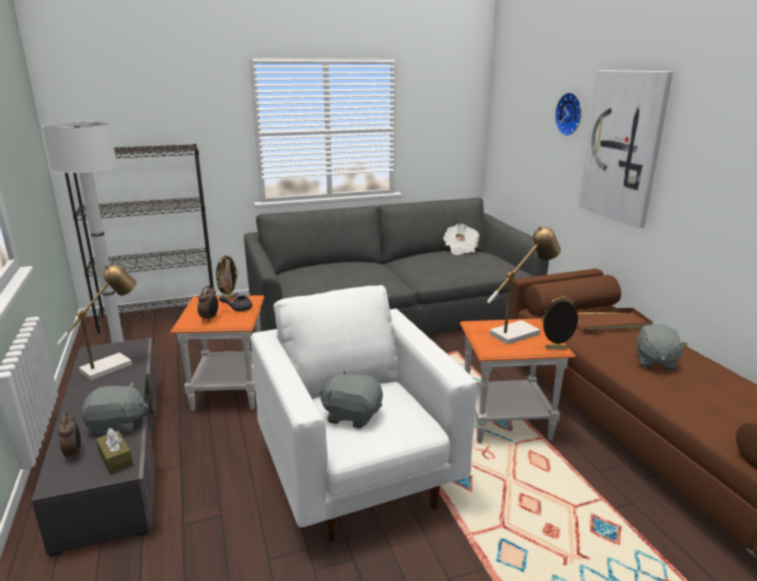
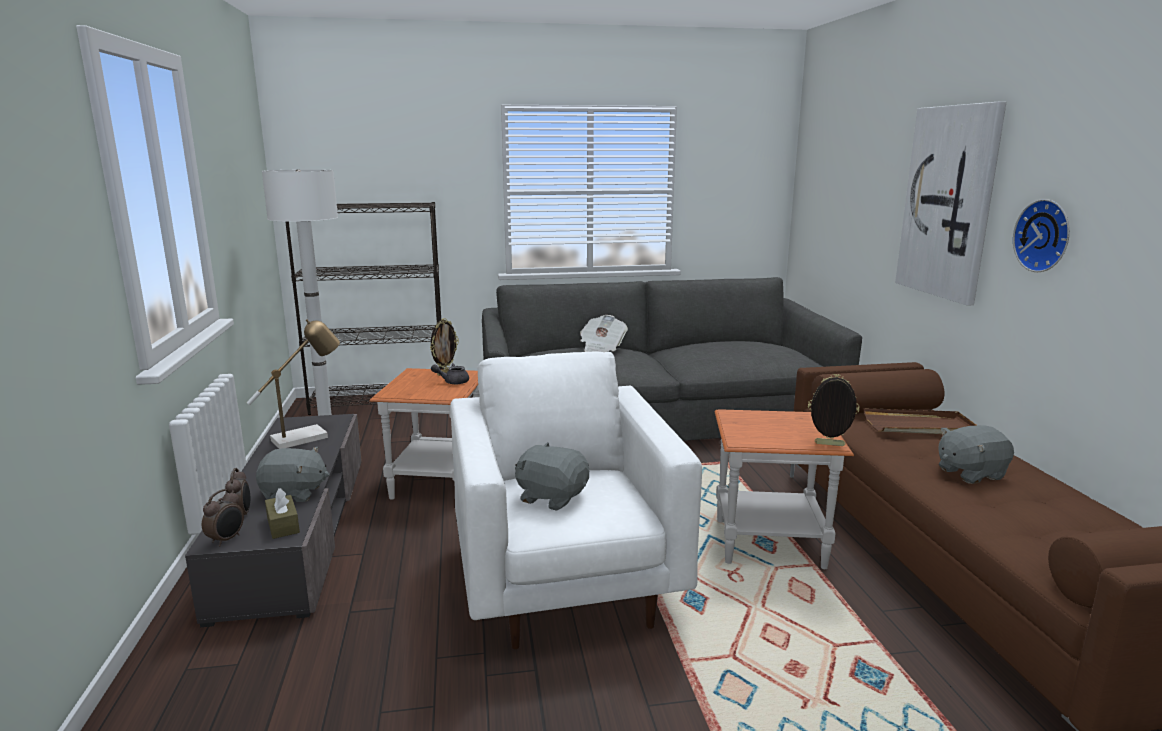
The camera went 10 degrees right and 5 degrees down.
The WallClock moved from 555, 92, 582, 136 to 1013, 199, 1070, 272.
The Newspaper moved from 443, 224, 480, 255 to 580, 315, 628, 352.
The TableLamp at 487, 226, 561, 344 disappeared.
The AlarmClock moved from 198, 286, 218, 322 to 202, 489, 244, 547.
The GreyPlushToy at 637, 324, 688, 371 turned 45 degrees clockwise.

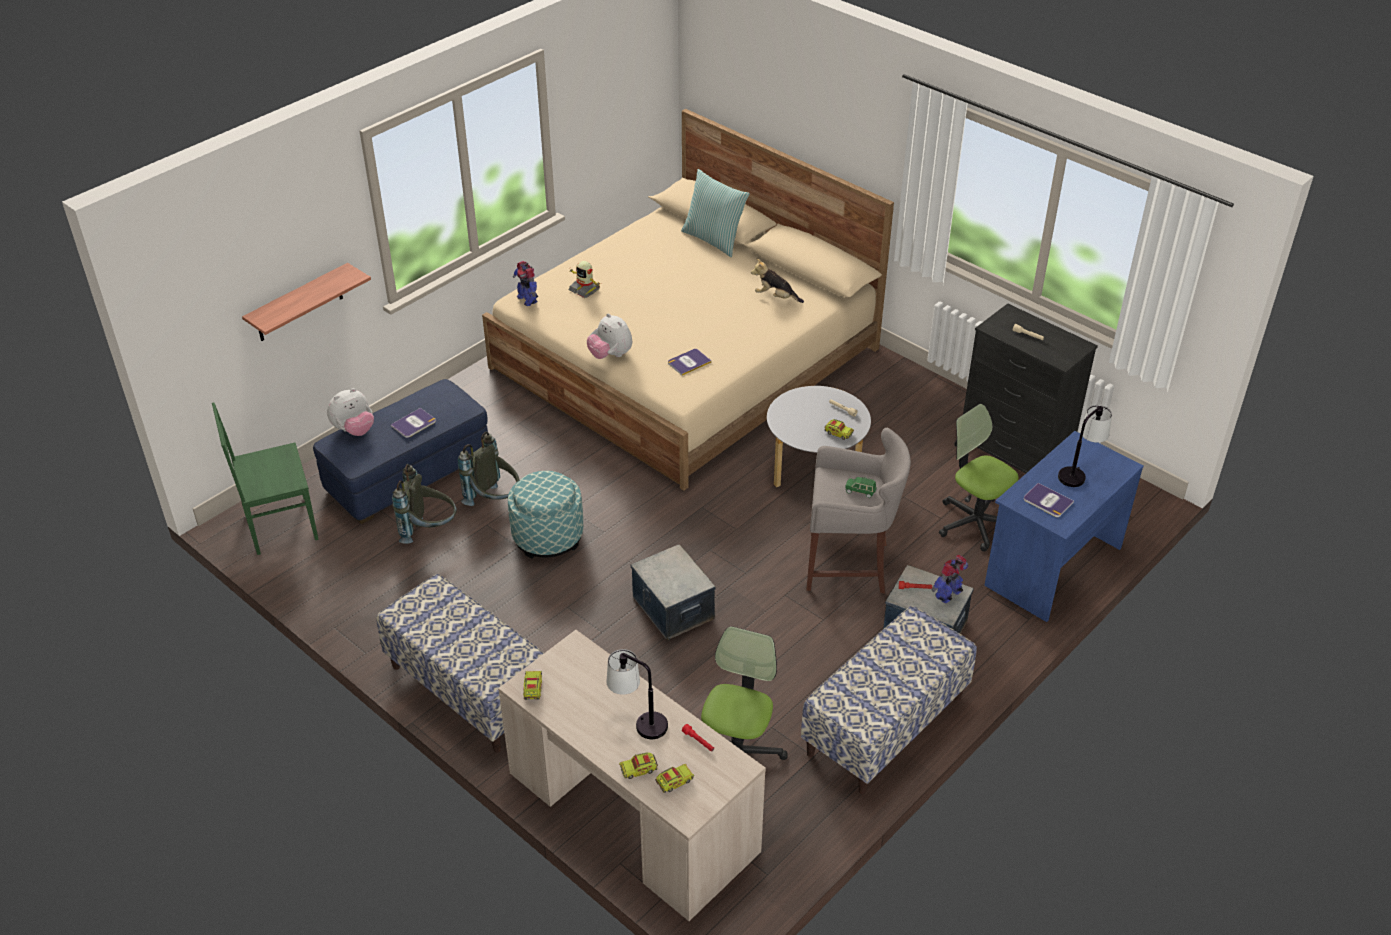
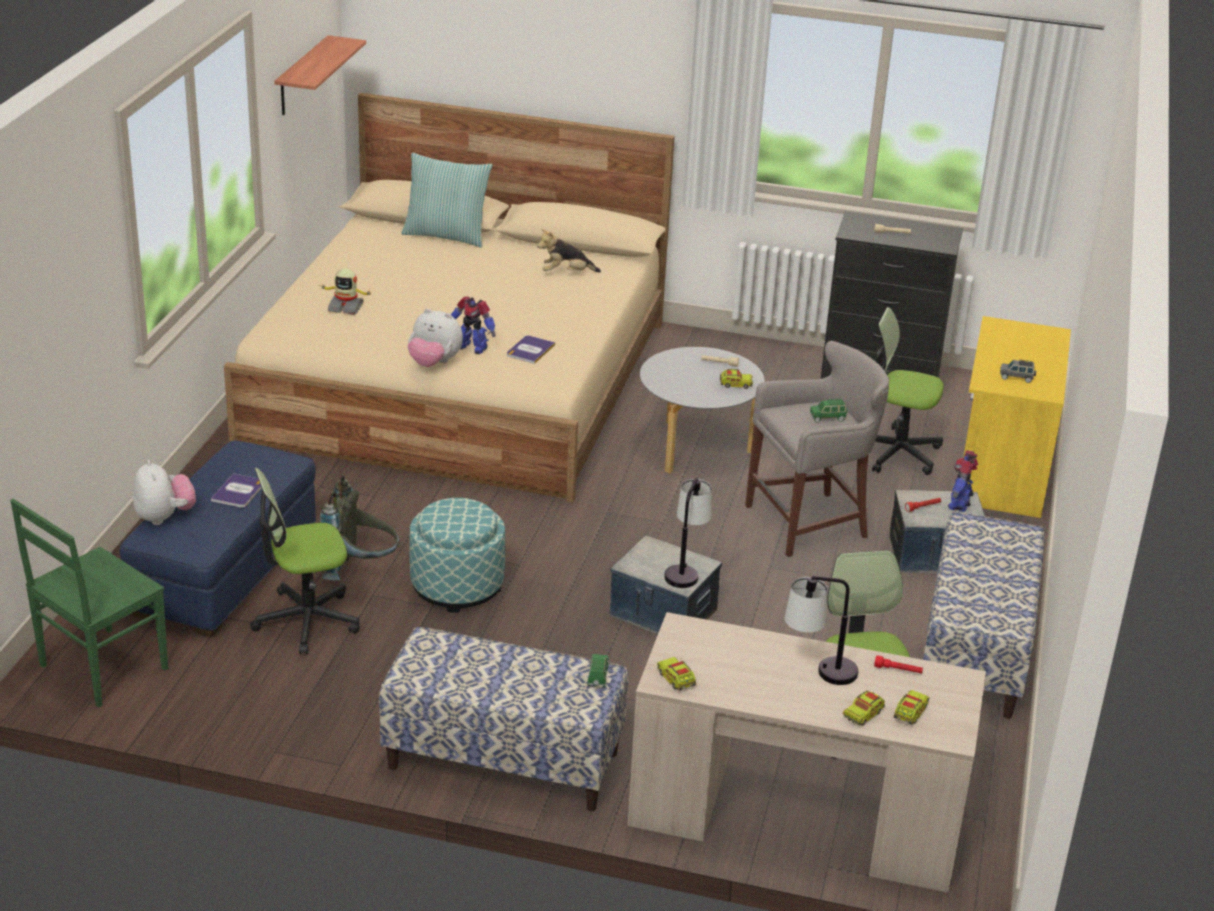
The camera went 30 degrees left and 10 degrees down.
The ToyRobot moved from 513, 261, 538, 306 to 451, 296, 496, 354.
The Shelf moved from 242, 263, 371, 341 to 274, 35, 366, 115.
The PlushToy at 327, 388, 374, 436 turned 45 degrees counterclockwise.
The TableLamp moved from 1058, 405, 1112, 487 to 664, 478, 712, 588.
The BlueDesk at 984, 431, 1144, 622 became the YellowDesk at 963, 316, 1071, 518.
The GreyBackpack at 392, 464, 457, 544 was replaced by the OfficeChair at 250, 468, 360, 654.
The Book at 1024, 483, 1074, 517 was replaced by the GreyToyCar at 1000, 359, 1036, 383.
The GreenToyCar at 587, 654, 609, 687 appeared.

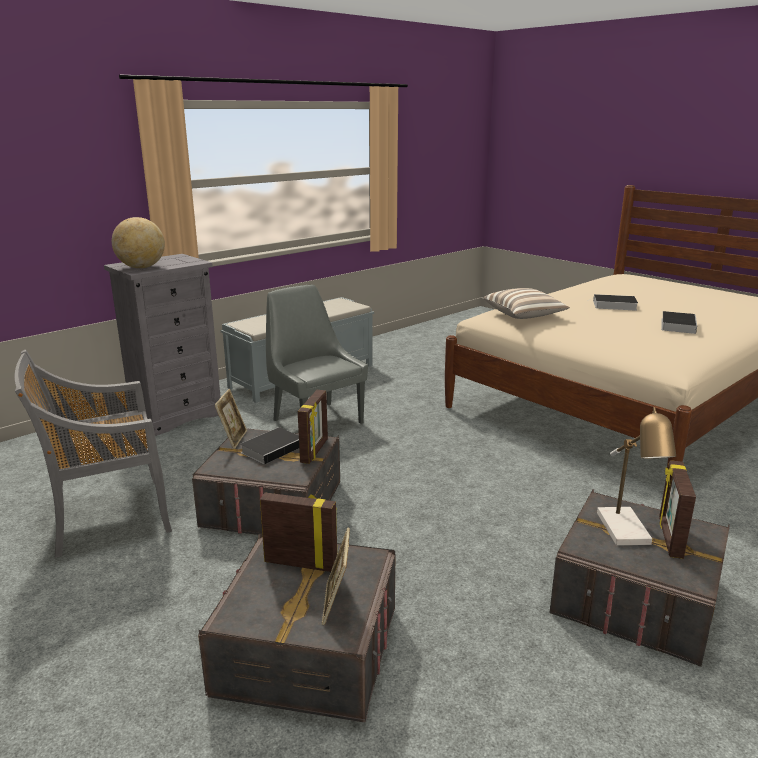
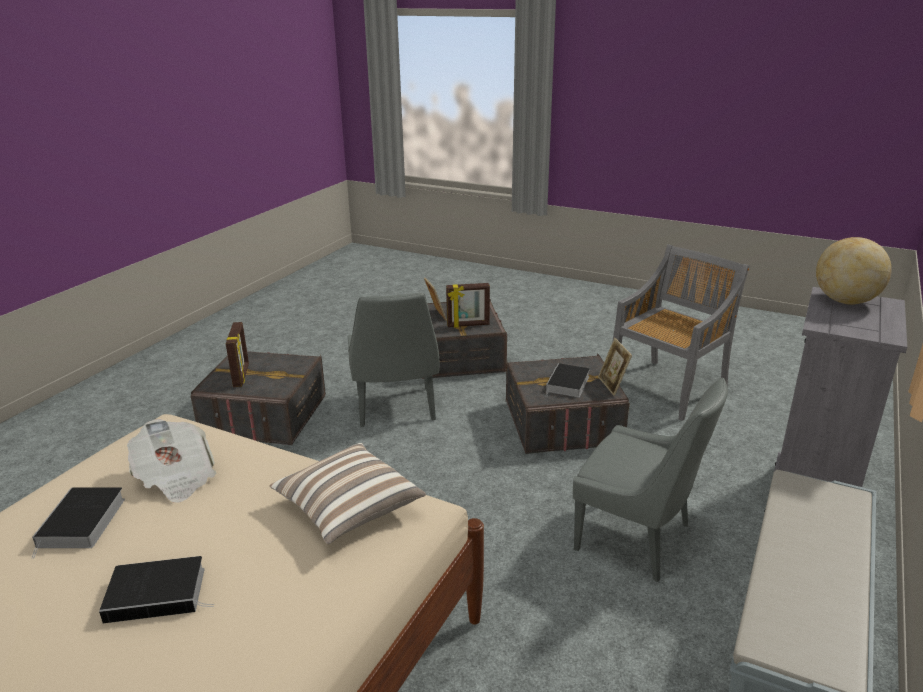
The camera went 160 degrees right and 5 degrees up.
The PictureFrame at 298, 390, 328, 464 disappeared.
The TableLamp at 597, 407, 676, 545 disappeared.
The GreyChair at 348, 293, 440, 427 appeared.
The Newspaper at 127, 419, 217, 503 appeared.

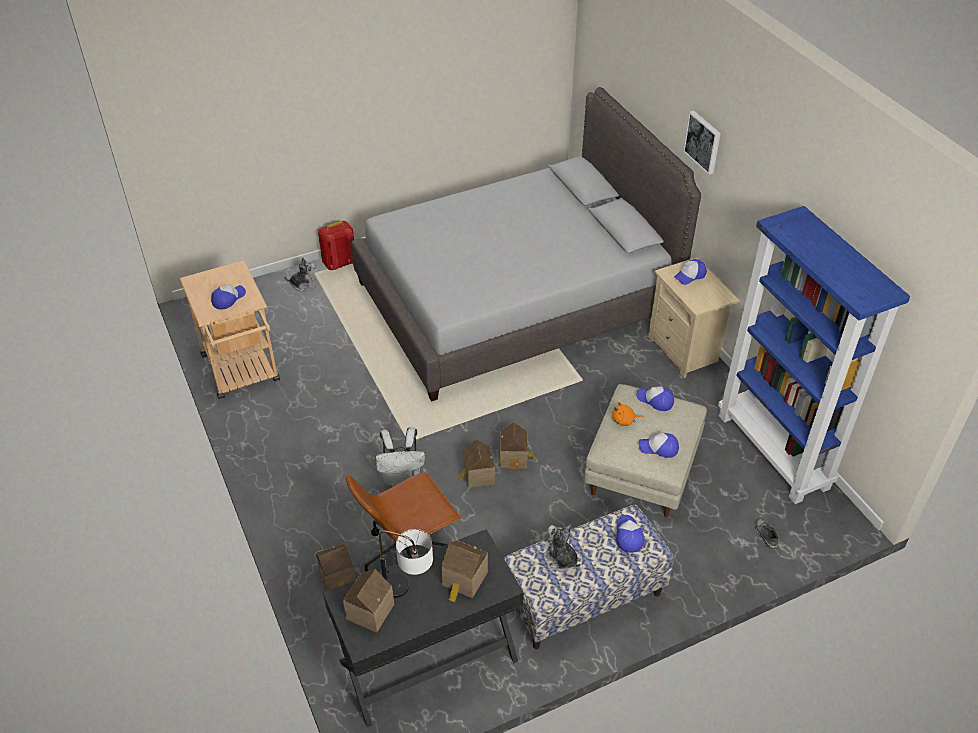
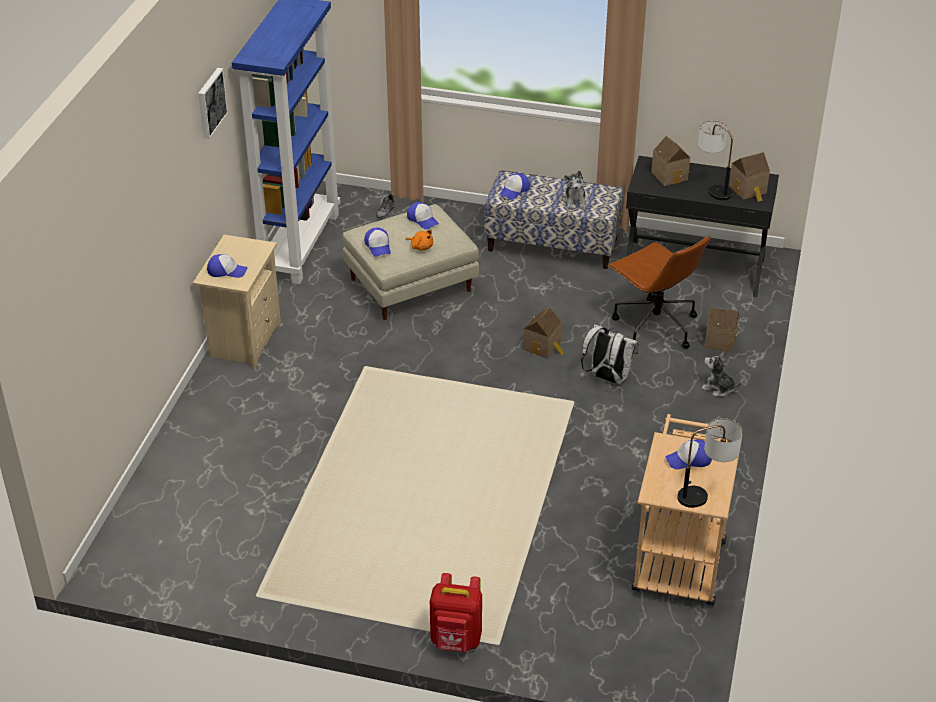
The camera went 140 degrees left and 5 degrees down.
The GreyBed at 351, 87, 701, 402 disappeared.
The Picture moved from 683, 111, 721, 175 to 198, 68, 228, 139.
The PlushToy moved from 284, 257, 316, 291 to 701, 351, 741, 397.
The ToyHouse at 500, 422, 536, 469 disappeared.
The BrownOfficeChair at 346, 472, 461, 572 turned 45 degrees clockwise.
The TableLamp at 677, 418, 743, 508 appeared.

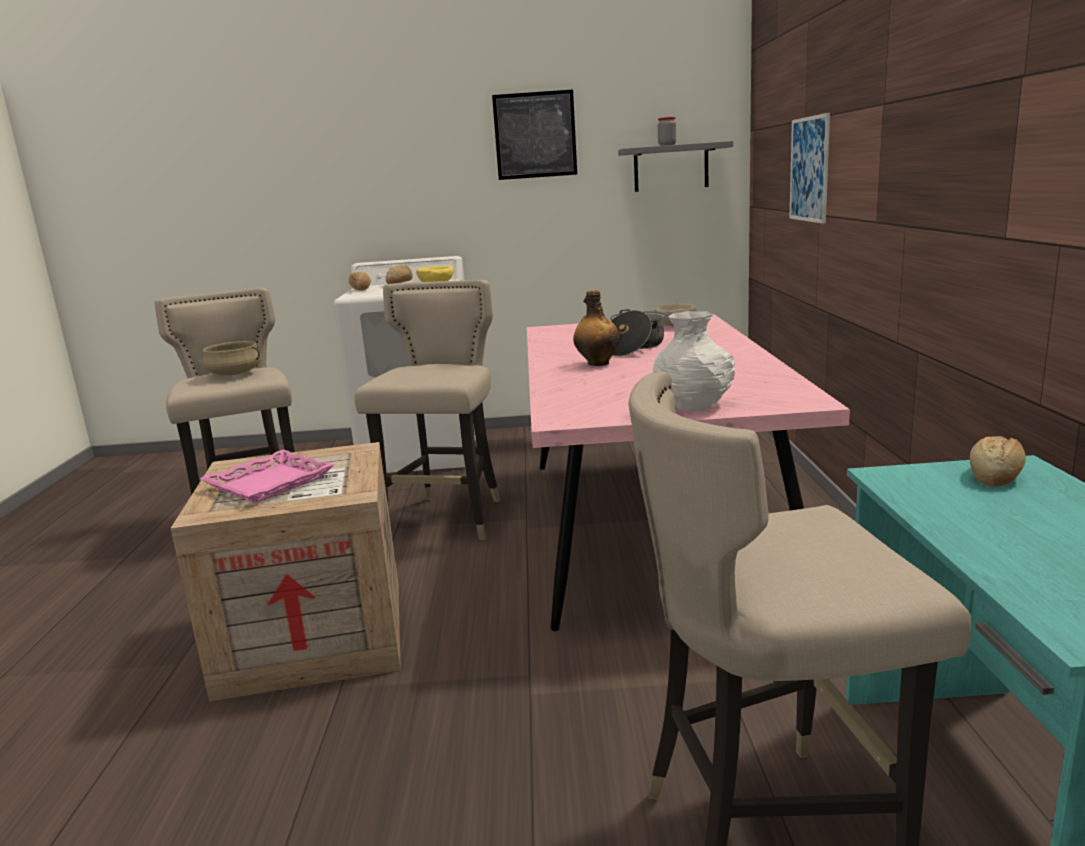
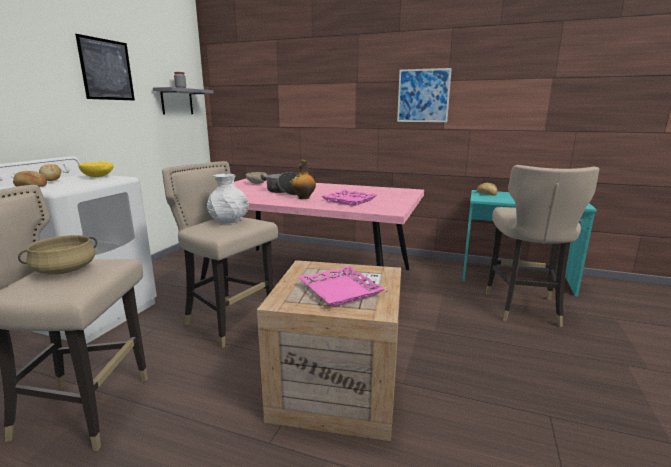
The camera went 70 degrees left and 0 degrees up.
The Picture moved from 789, 113, 830, 224 to 397, 68, 452, 122.
The WhiteVase moved from 653, 311, 735, 411 to 207, 173, 249, 224.
The PinkTray at 321, 190, 377, 206 appeared.

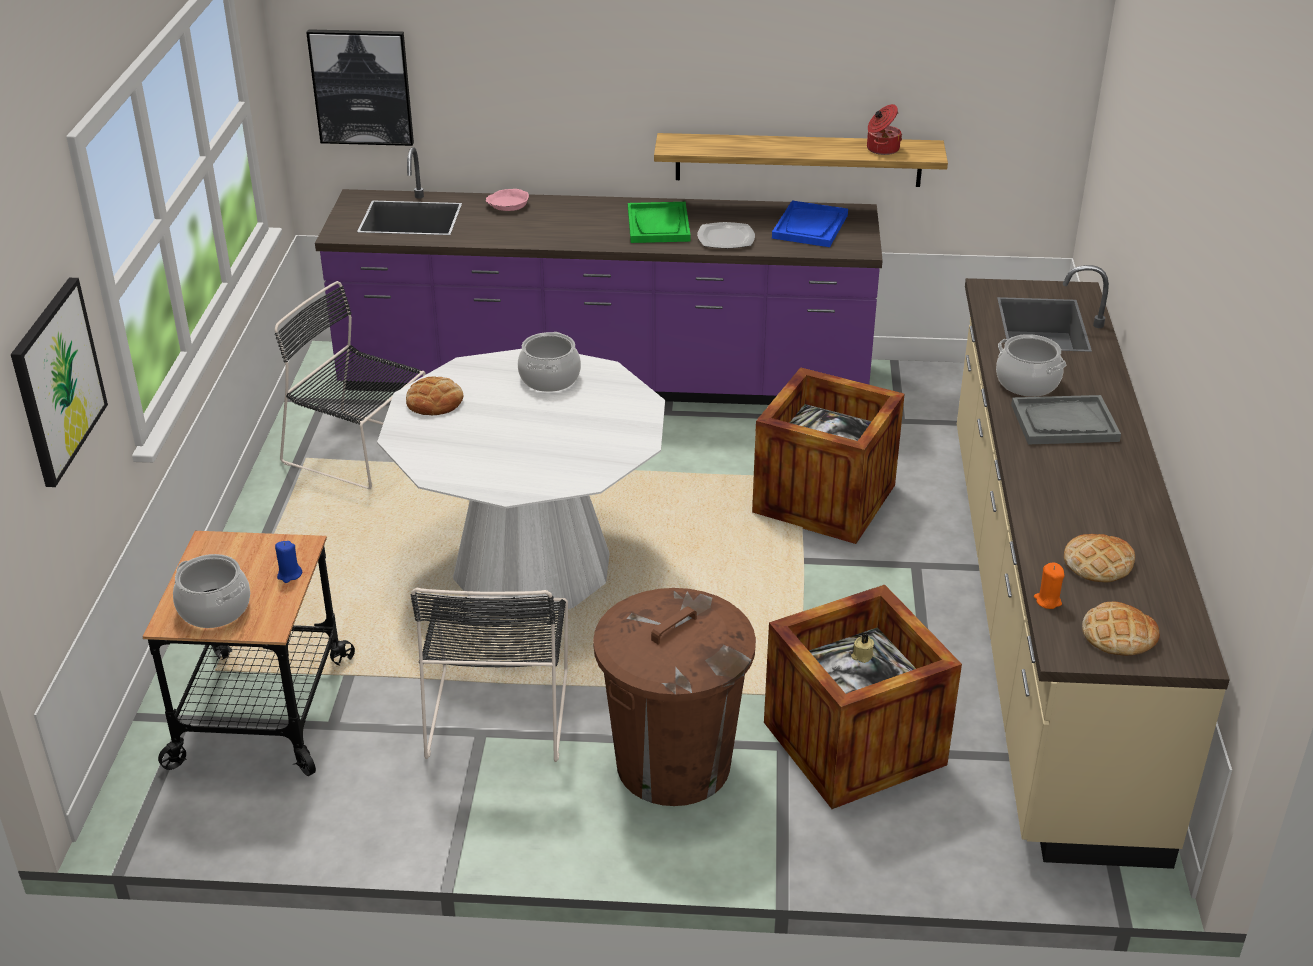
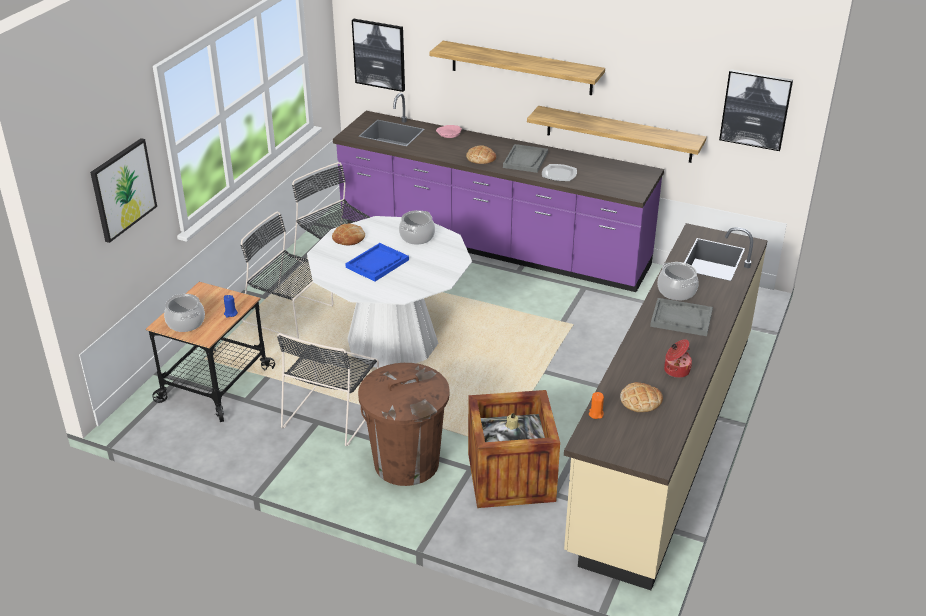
The camera went 20 degrees right and 0 degrees up.
The CookingPot moved from 867, 104, 902, 155 to 664, 339, 692, 378.
The BlueTray moved from 772, 201, 848, 247 to 345, 243, 409, 281.
The GreenTray at 628, 202, 691, 243 became the GreyTray at 503, 144, 548, 173.
The Crate at 752, 367, 905, 544 disappeared.
The Bread moved from 1082, 601, 1160, 656 to 466, 145, 496, 164.
The Shelf at 429, 41, 605, 95 appeared.
The Picture at 719, 69, 793, 151 appeared.
The BlackChair at 241, 212, 333, 339 appeared.

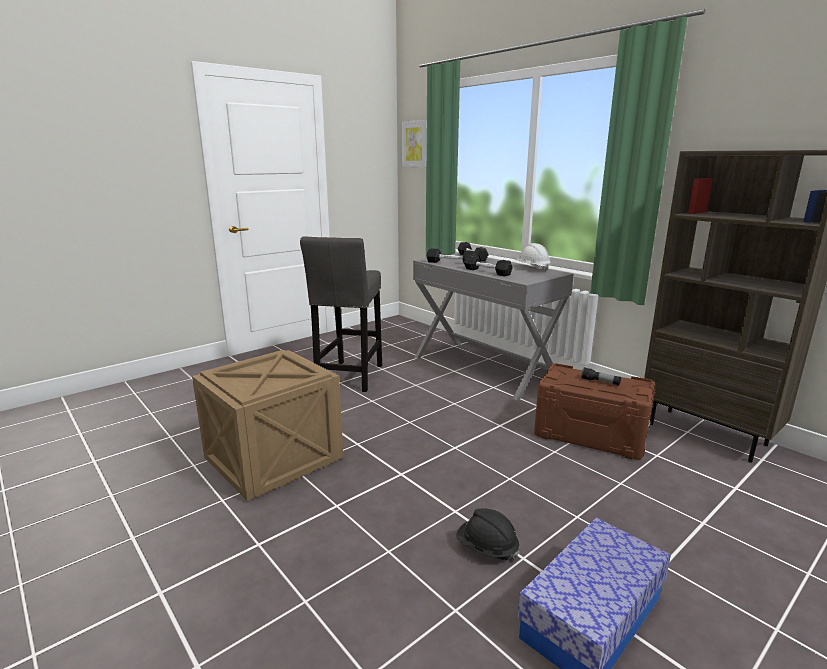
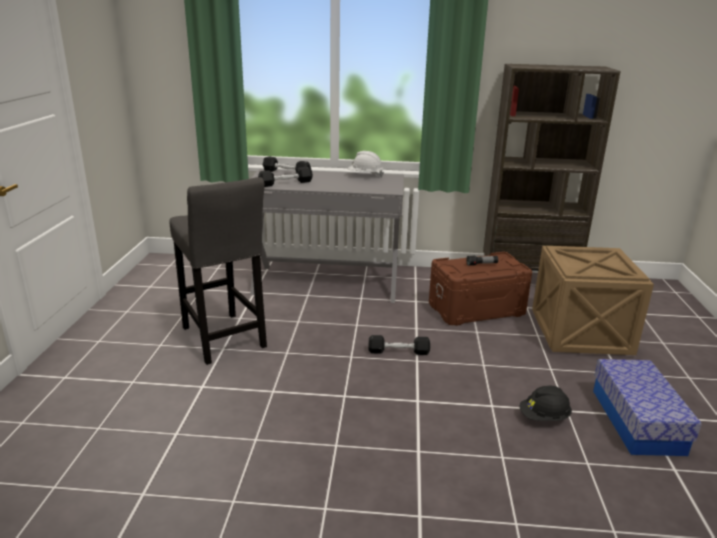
The camera went 45 degrees left and 5 degrees up.
The Picture at 401, 120, 427, 167 disappeared.
The BlackDumbbell moved from 464, 255, 512, 276 to 368, 335, 430, 355.
The Crate moved from 192, 350, 343, 501 to 532, 246, 654, 355.

